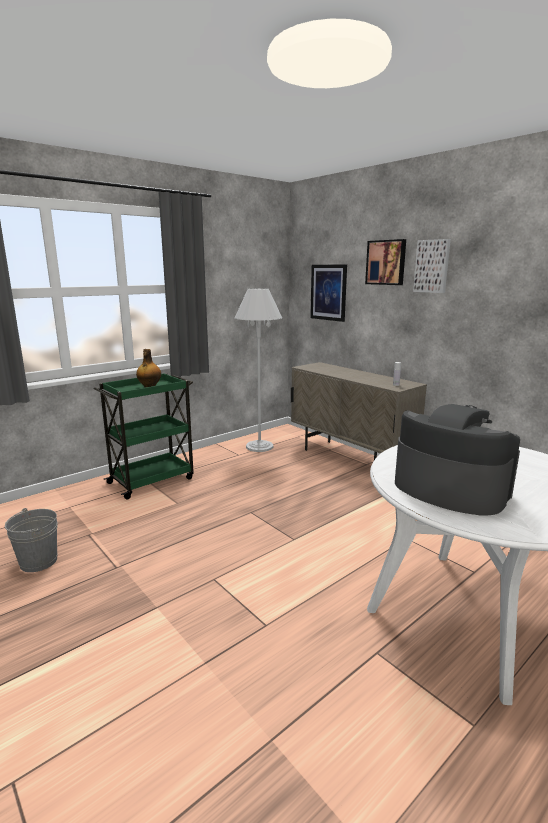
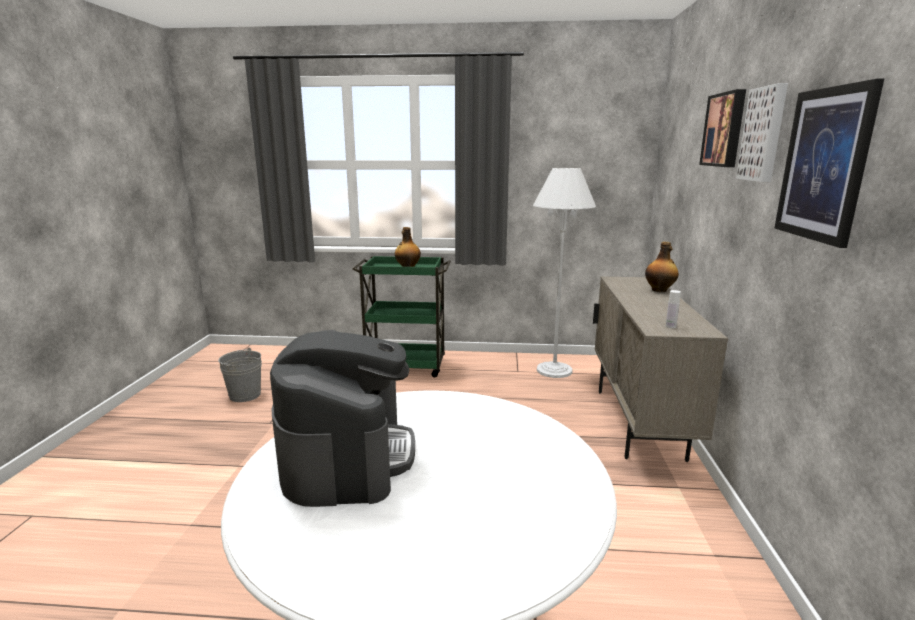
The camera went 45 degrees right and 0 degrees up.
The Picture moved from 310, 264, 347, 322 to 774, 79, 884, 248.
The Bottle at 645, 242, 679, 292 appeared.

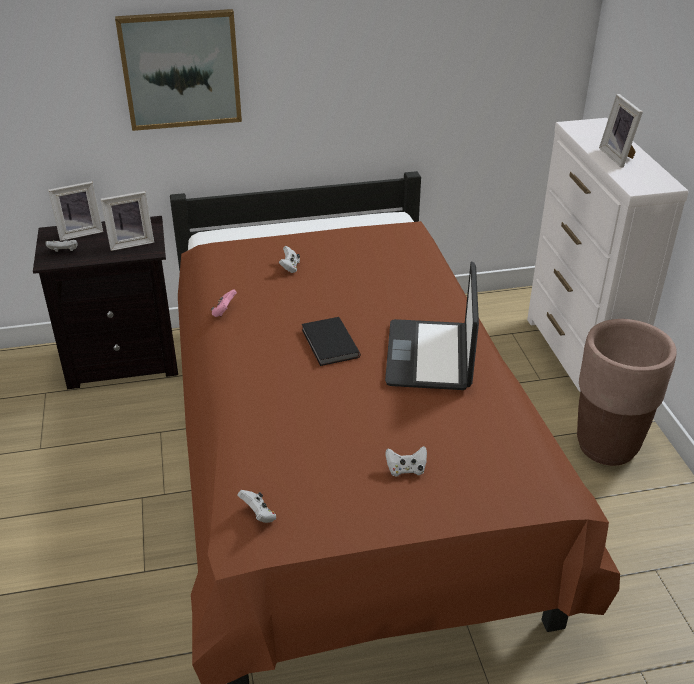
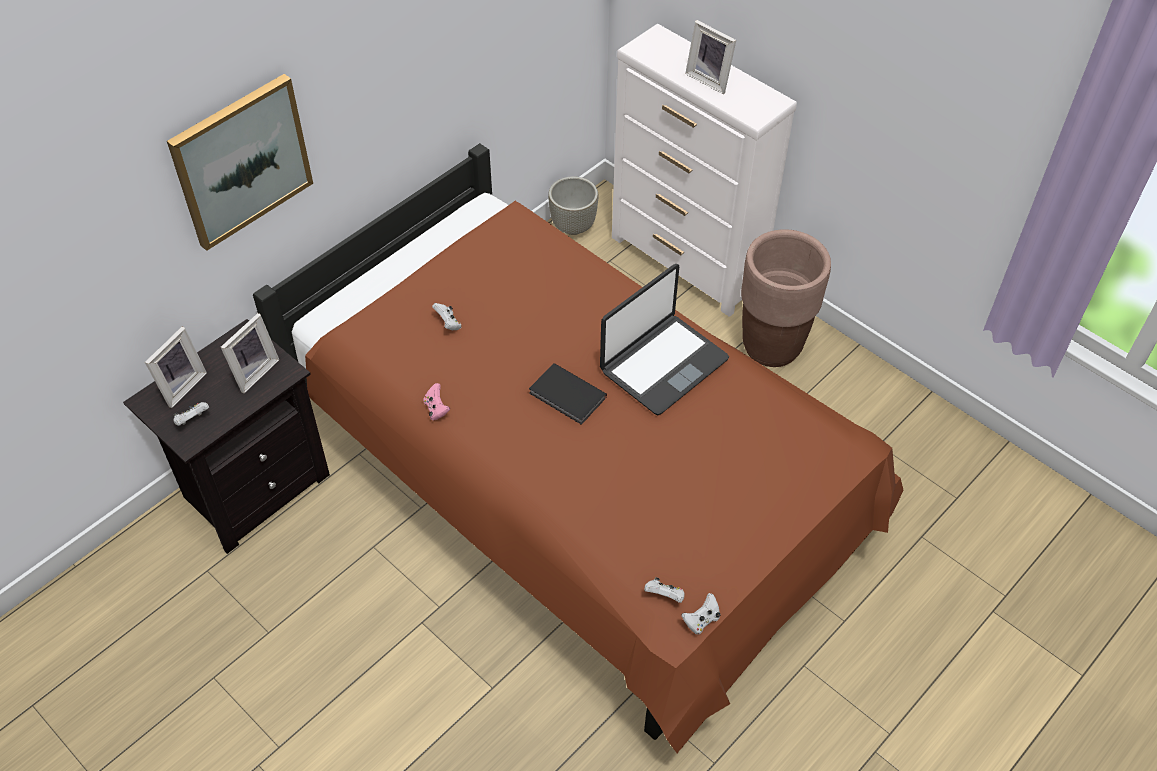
The camera went 35 degrees left and 15 degrees up.
The Laptop at 385, 261, 479, 390 turned 105 degrees counterclockwise.
The WhiteGameController moved from 385, 446, 427, 477 to 681, 593, 721, 634.
The GreyPlanter at 548, 176, 598, 235 appeared.

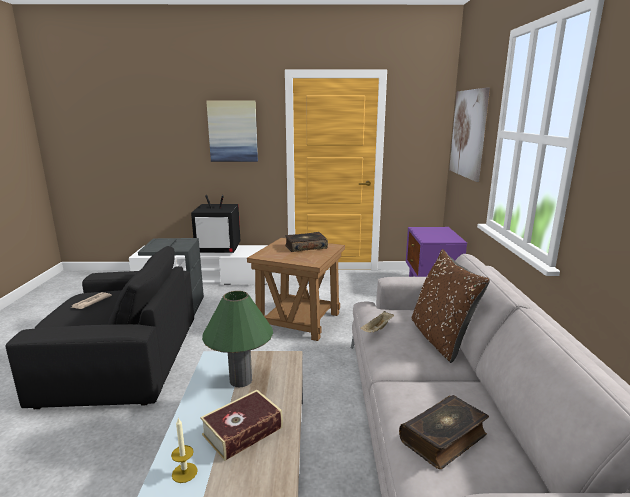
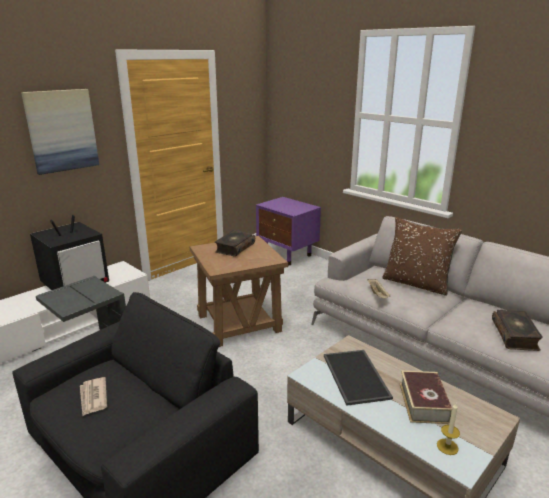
The camera went 45 degrees left and 5 degrees up.
The Picture at 449, 87, 490, 182 disappeared.
The GreenTableLamp at 202, 291, 273, 387 was replaced by the Tray at 324, 350, 393, 406.

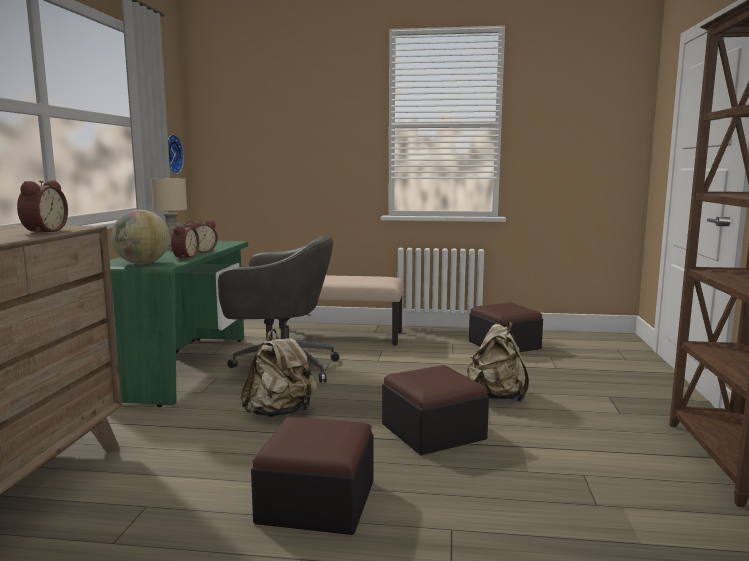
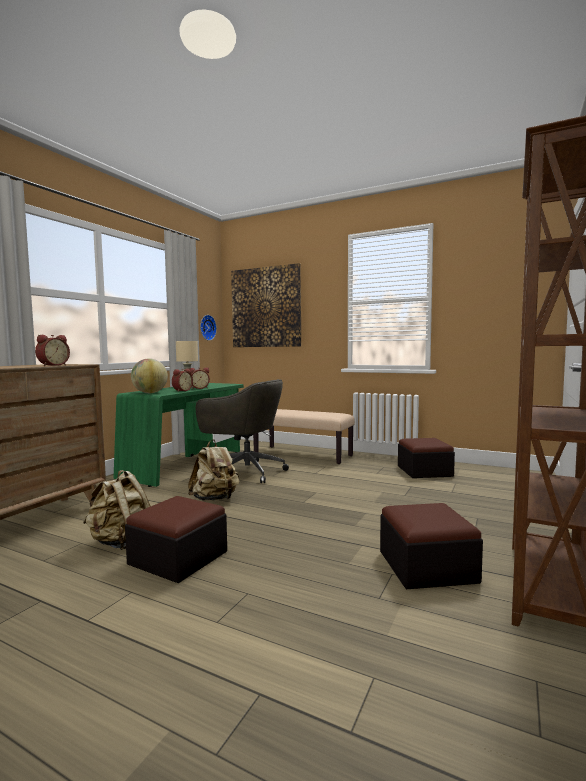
The camera went 20 degrees right and 5 degrees down.
The BeigeBackpack moved from 467, 322, 529, 402 to 83, 470, 151, 550.
The Ottoman moved from 382, 365, 489, 455 to 380, 503, 483, 589.
The Picture at 231, 263, 301, 347 appeared.

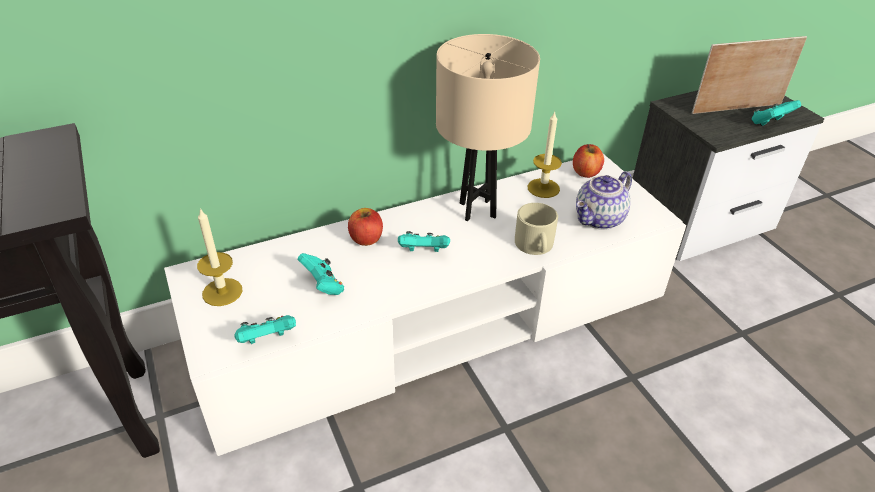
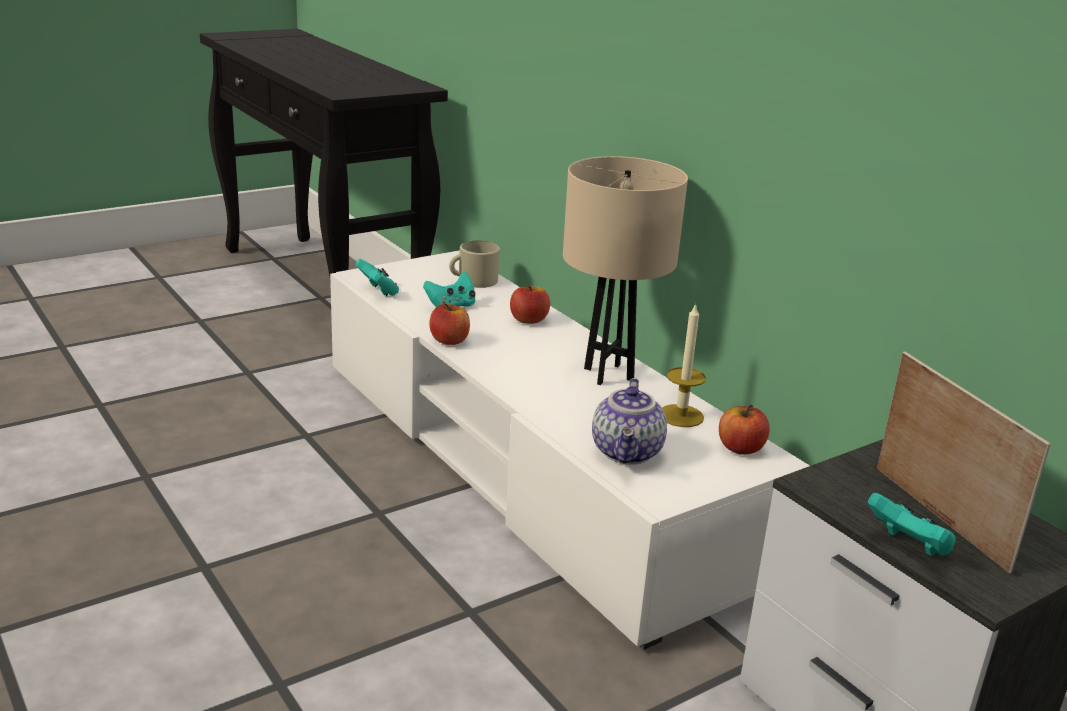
The camera went 80 degrees right and 15 degrees down.
The Teapot at 576, 171, 632, 230 turned 120 degrees counterclockwise.
The BeigeMug moved from 515, 203, 558, 255 to 449, 240, 500, 288.
The Candle at 197, 208, 242, 306 disappeared.
The TurquoiseGameController at 398, 231, 450, 252 disappeared.
The Apple at 429, 303, 470, 345 appeared.

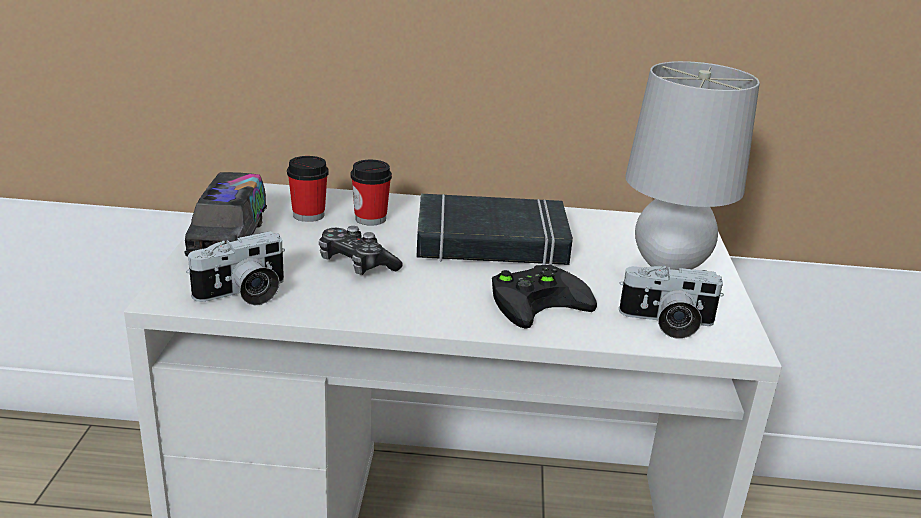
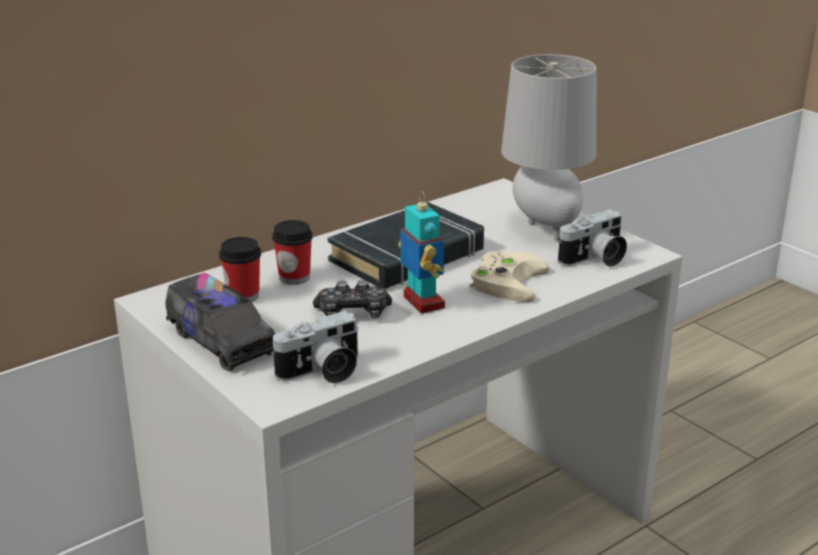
The camera went 40 degrees left and 0 degrees up.
The PhotoCamera at 186, 231, 285, 305 turned 45 degrees clockwise.
The BlackGameController at 492, 265, 597, 329 became the BeigeGameController at 470, 251, 550, 302.
The ToyRobot at 398, 191, 445, 314 appeared.

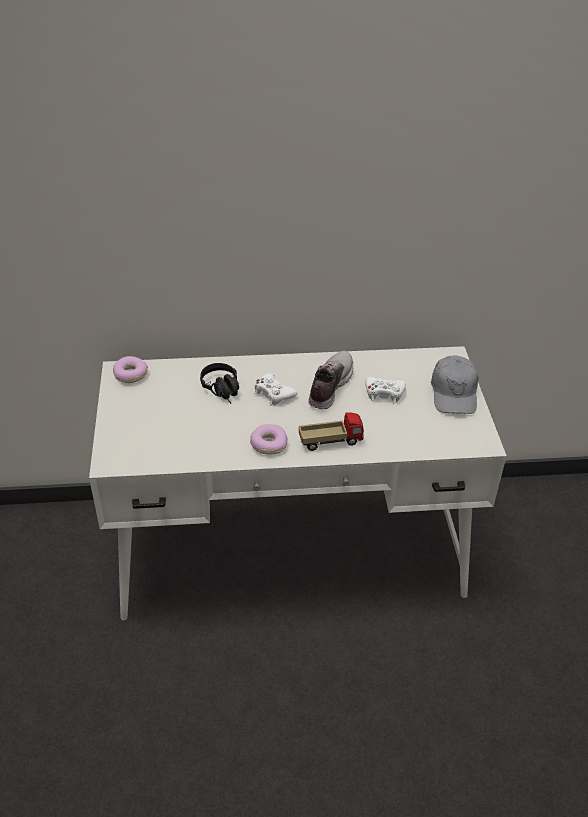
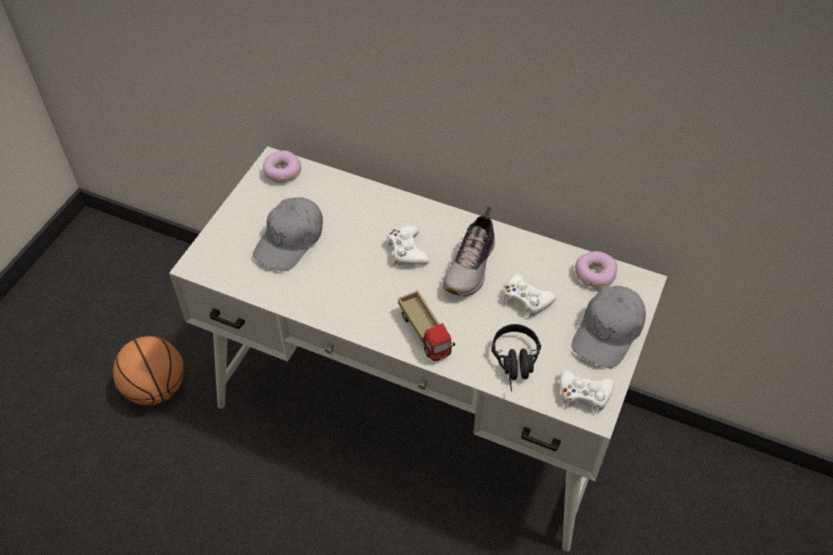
The camera went 30 degrees right and 10 degrees up.
The Shoe at 308, 351, 353, 409 turned 150 degrees clockwise.
The BlackHeadphones moved from 200, 363, 239, 403 to 491, 324, 541, 392.
The ToyTruck at 299, 412, 364, 451 turned 45 degrees clockwise.
The Donut moved from 250, 424, 288, 455 to 575, 251, 617, 288.
The GreyCap at 253, 197, 323, 271 appeared.
The Basketball at 113, 336, 184, 405 appeared.
The WhiteGameController at 560, 370, 614, 414 appeared.

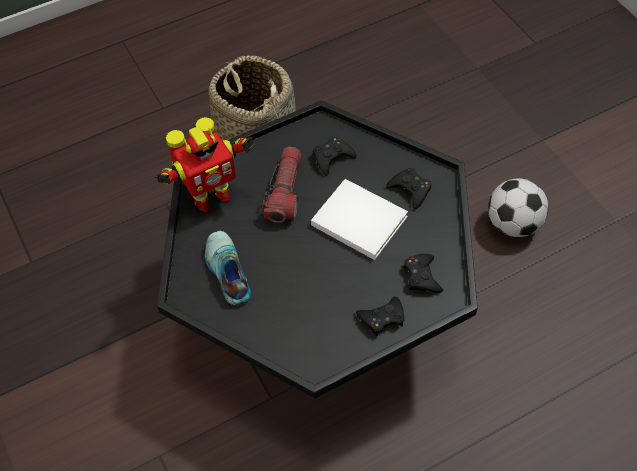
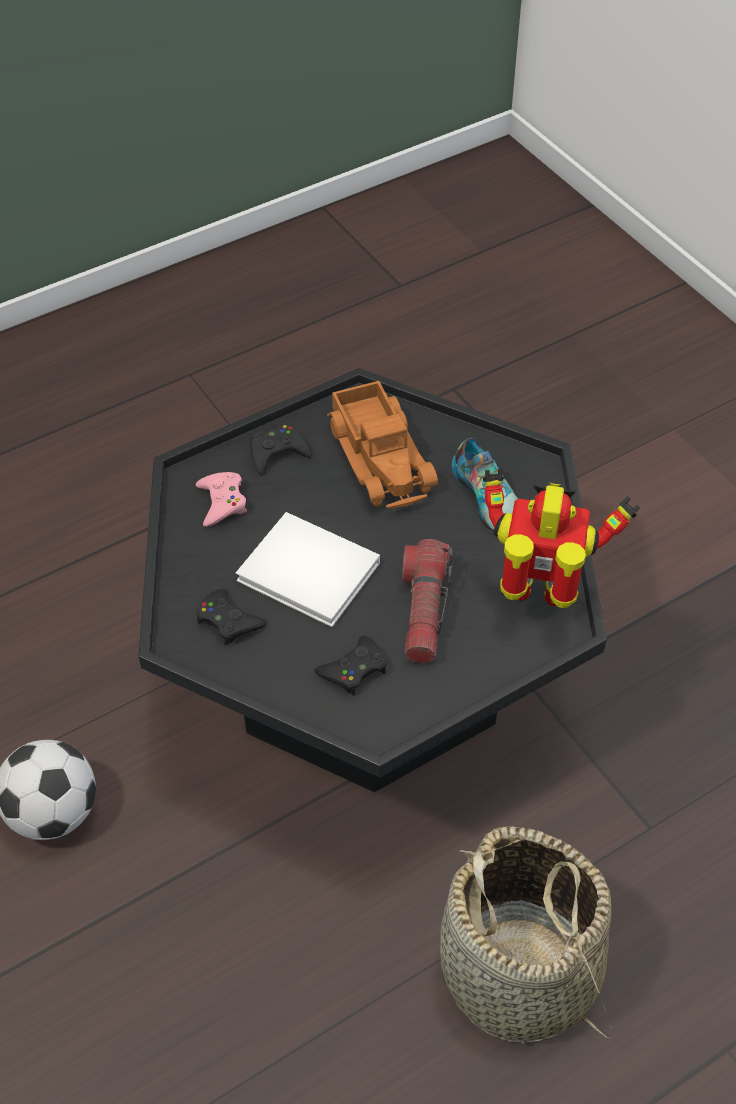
The camera went 175 degrees right and 5 degrees down.
The ToyRobot at 155, 117, 254, 212 turned 45 degrees clockwise.
The BlackGameController at 404, 254, 443, 293 became the PinkGameController at 196, 472, 247, 527.
The ToyTruck at 327, 381, 438, 508 appeared.

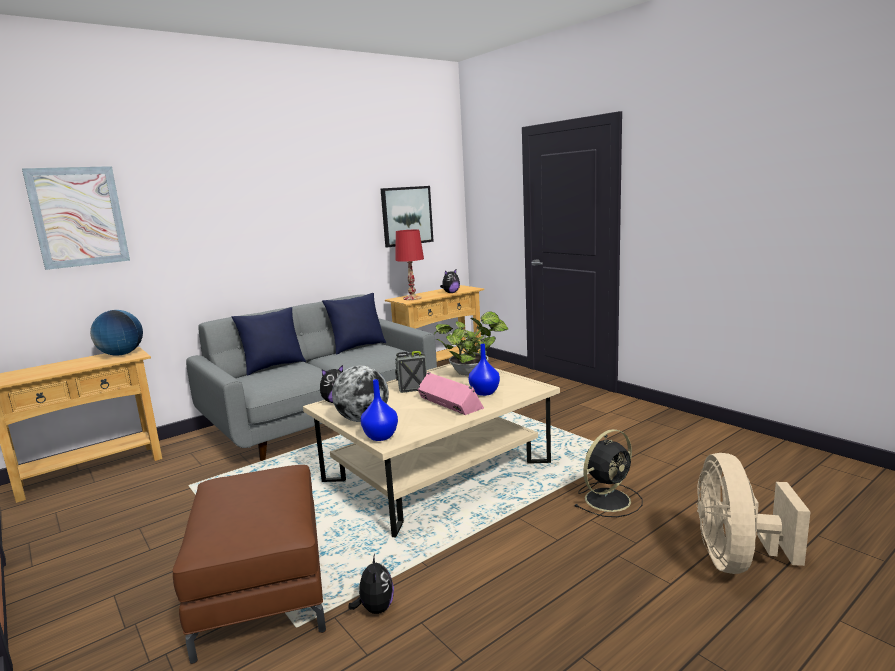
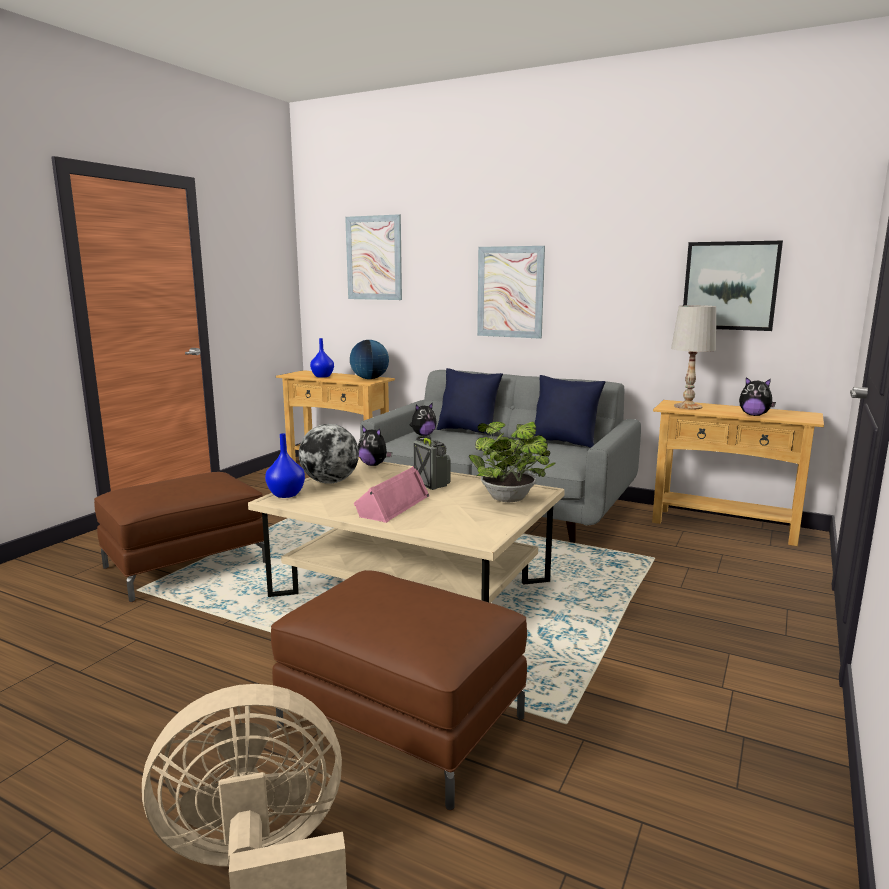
The camera went 65 degrees right and 0 degrees up.
The RedTableLamp at 395, 230, 424, 300 became the WhiteTableLamp at 671, 305, 716, 410.
The BlueVase moved from 468, 344, 500, 396 to 310, 338, 334, 378.
The BlackFan at 575, 429, 643, 517 was replaced by the BrownOttoman at 271, 570, 527, 810.
The PlushToy moved from 348, 554, 394, 614 to 410, 402, 437, 436.
The Picture at 477, 246, 545, 339 appeared.

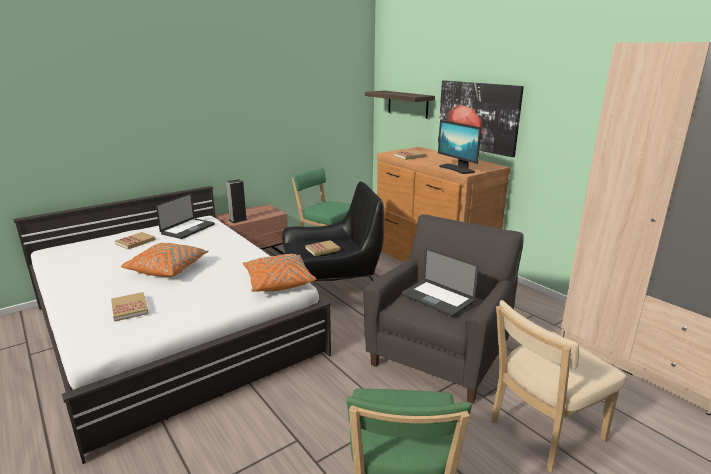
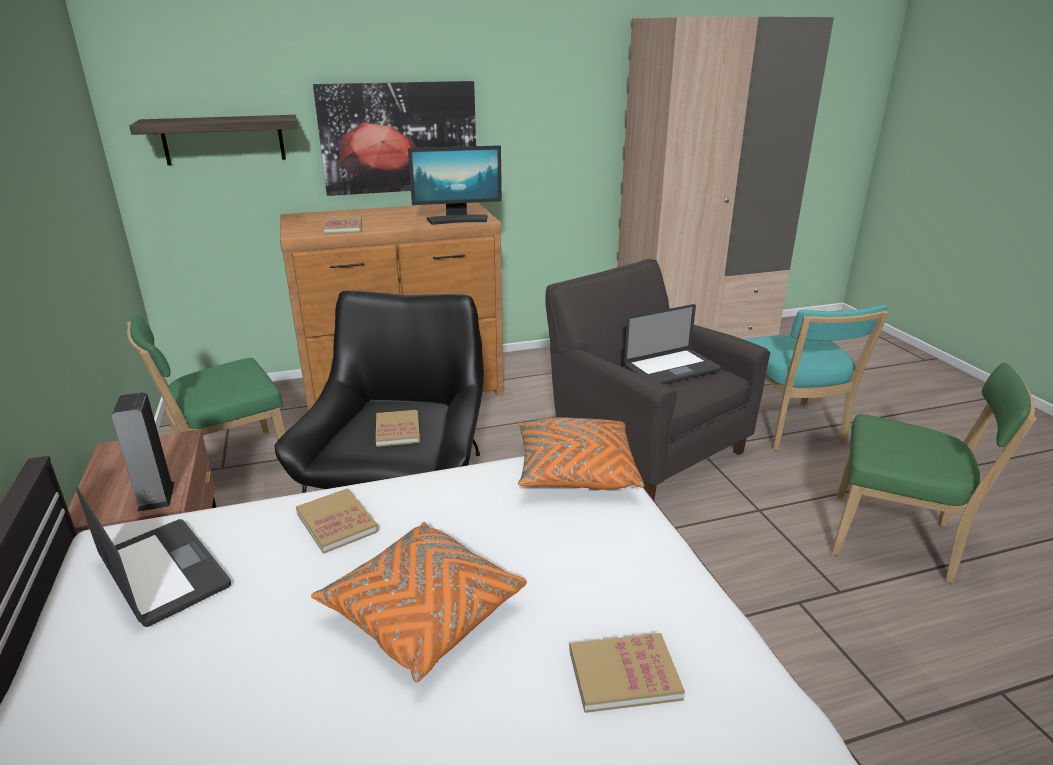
The camera went 70 degrees left and 5 degrees up.
The Book moved from 115, 232, 156, 249 to 296, 488, 379, 554.
The BeigeChair at 491, 300, 626, 473 became the TurquoiseChair at 744, 304, 889, 451.

